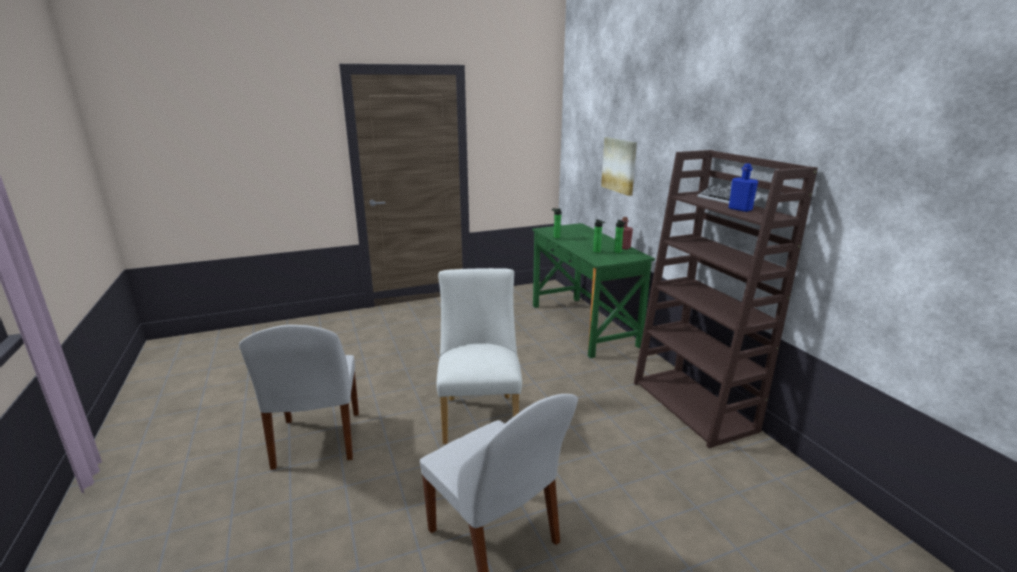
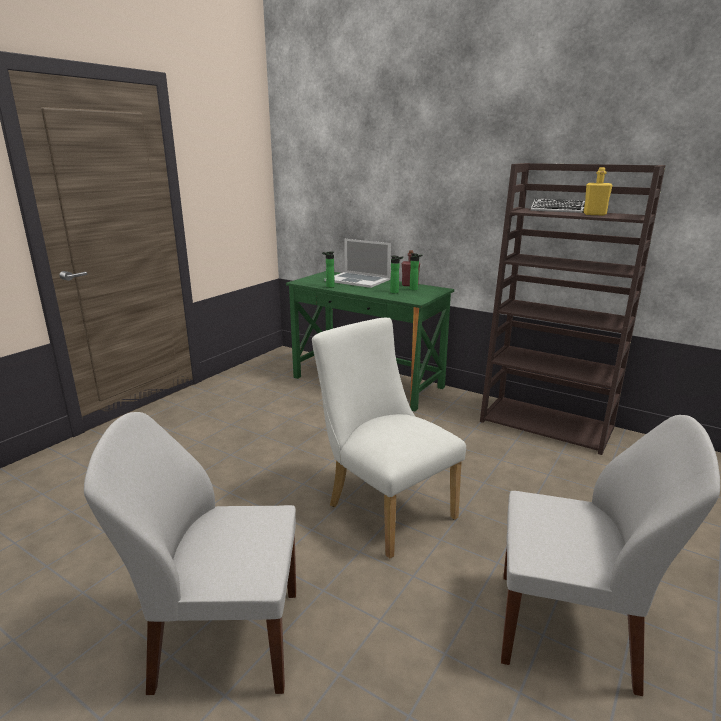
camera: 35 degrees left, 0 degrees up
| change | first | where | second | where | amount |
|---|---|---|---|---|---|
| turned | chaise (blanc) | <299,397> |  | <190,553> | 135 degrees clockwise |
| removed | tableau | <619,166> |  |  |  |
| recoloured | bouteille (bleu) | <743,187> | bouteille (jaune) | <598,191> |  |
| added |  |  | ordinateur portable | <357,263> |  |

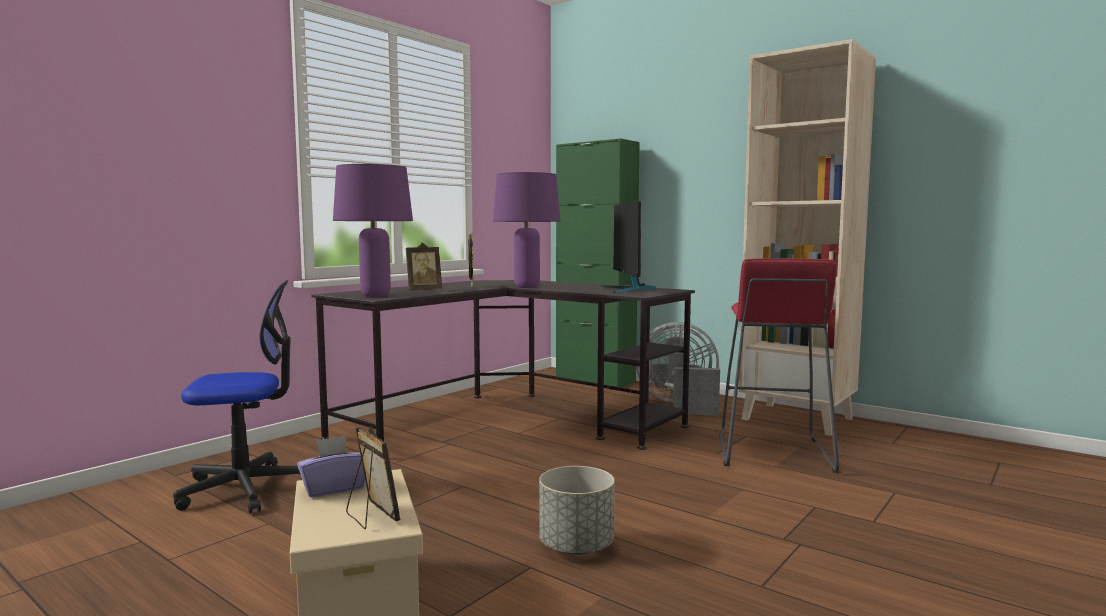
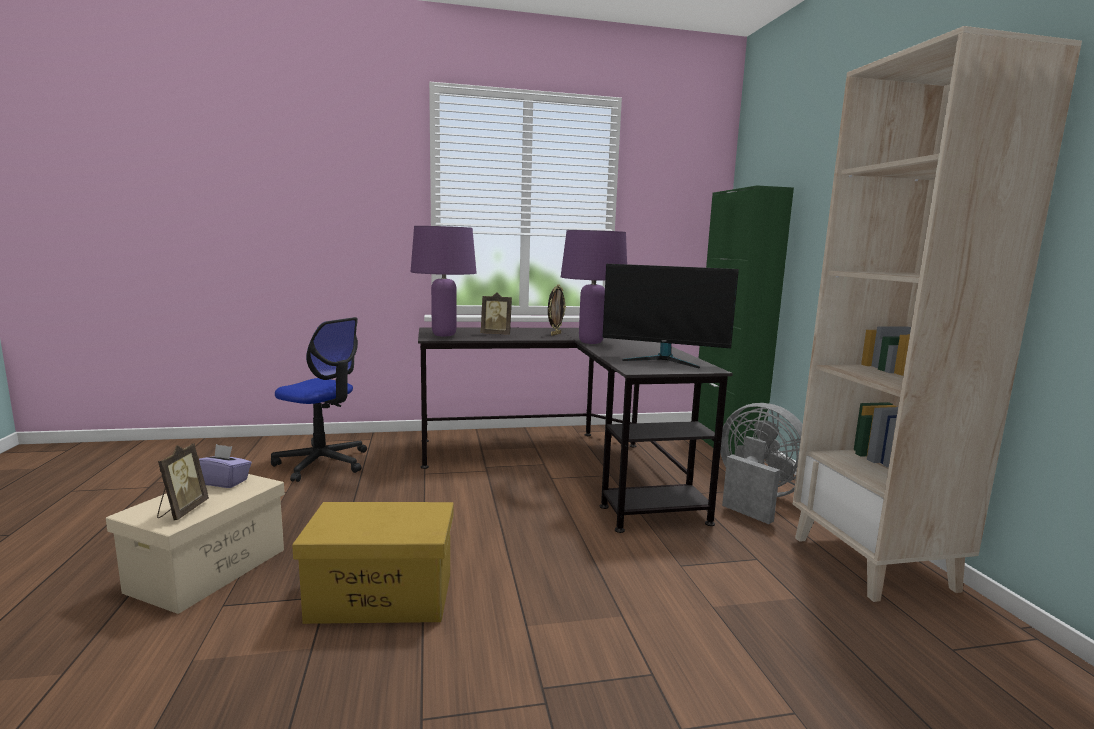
camera: 40 degrees right, 5 degrees up
| change | first | where | second | where | amount |
|---|---|---|---|---|---|
| replaced | cache-pot (gris) | <577,510> | boîte de rangement (jaune) | <373,563> |  |
| turned | écran d'ordinateur | <628,247> |  | <670,316> | 105 degrees counterclockwise |
| removed | tabouret (rouge) | <779,365> |  |  |  |

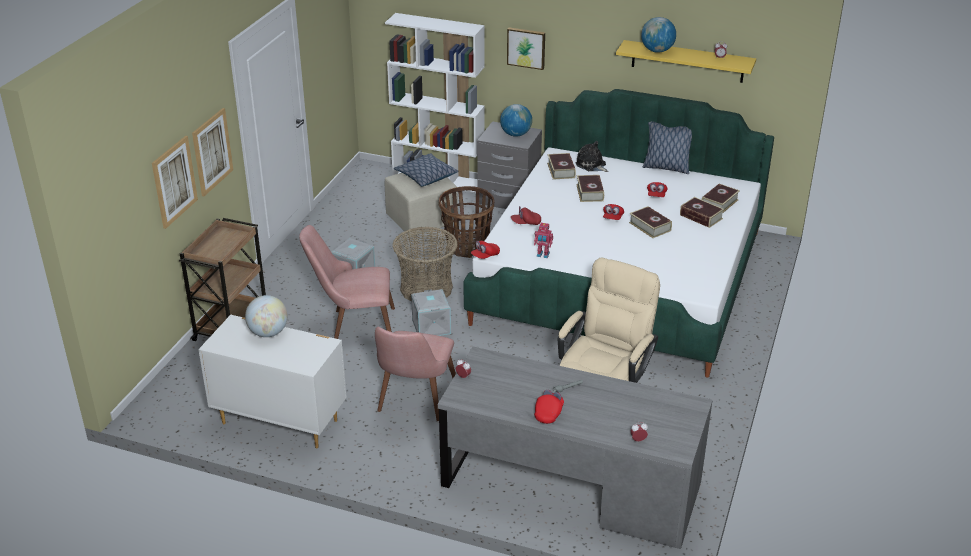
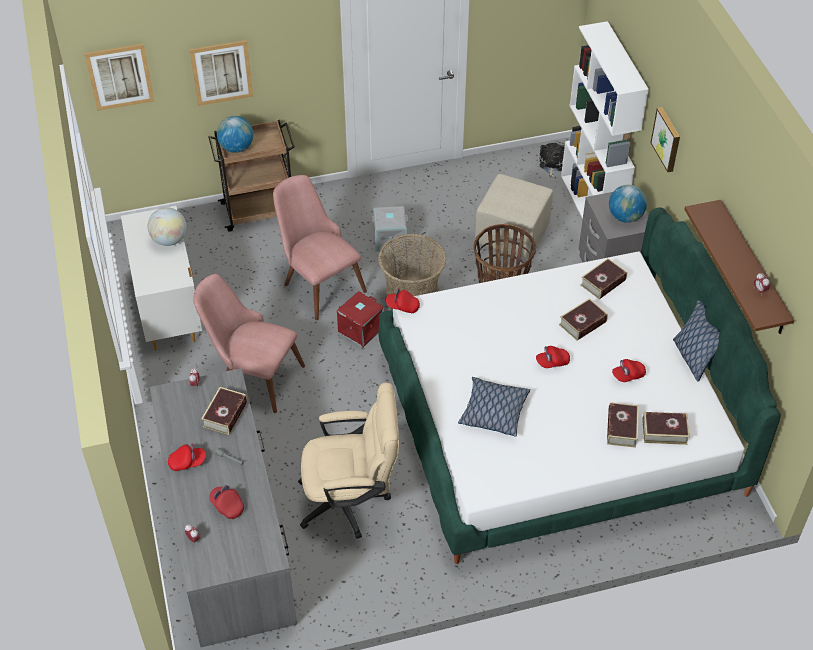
camera: 55 degrees right, 15 degrees up
| change | first | where | second | where | amount |
|---|---|---|---|---|---|
| moved | tableau | <212,152> |  | <119,77> |  |
| turned | chaise (rose) | <415,373> |  | <249,343> | 45 degrees clockwise |
| moved | coussin | <426,170> |  | <494,407> |  |
| recoloured | boîte de rangement (gris) | <431,312> | boîte de rangement (rouge) | <360,319> |  |
| moved | casquette (rouge) | <526,215> |  | <226,502> |  |
| removed | robot jouet | <543,240> |  |  |  |
| moved | peluche | <592,156> |  | <552,160> |  |
| recoloured | étagère (jaune) | <686,61> | étagère (marron) | <739,267> |  |
| moved | livre | <650,222> |  | <224,411> |  |
| moved | globe | <658,35> |  | <235,134> |  |

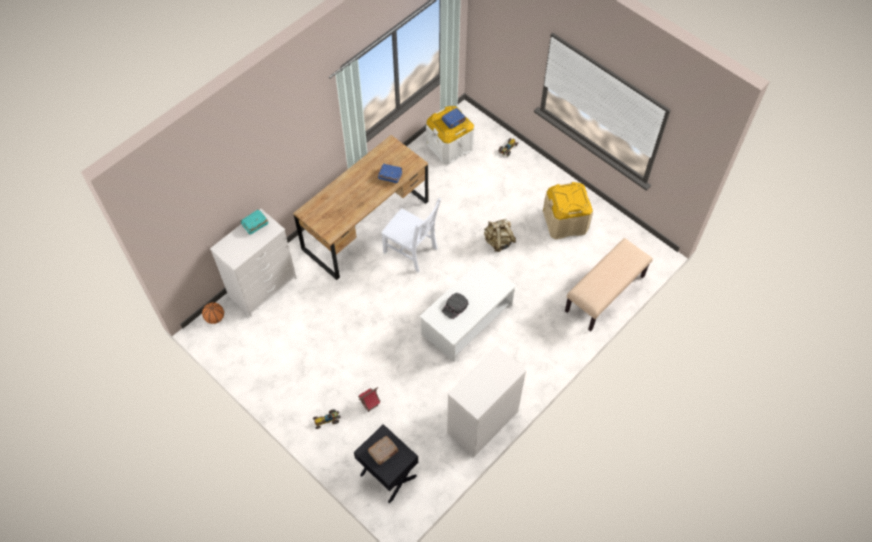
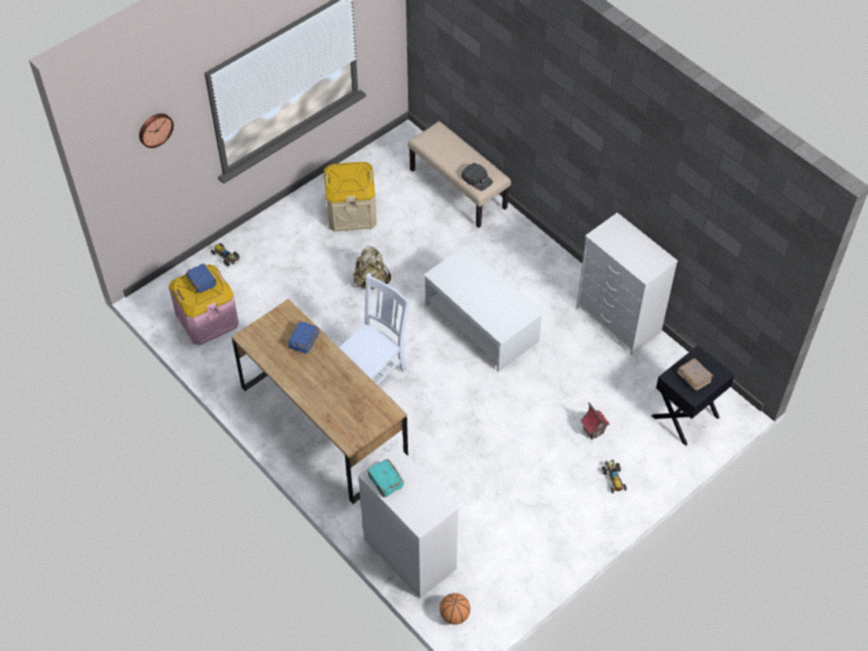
camera: 85 degrees left, 5 degrees down
| change | first | where | second | where | amount |
|---|---|---|---|---|---|
| recoloured | boîte de rangement (blanc) | <450,135> | boîte de rangement (rose) | <204,305> |  |
| moved | casquette (noir) | <455,306> |  | <477,177> |  |
| added |  |  | horloge murale | <156,130> |  |

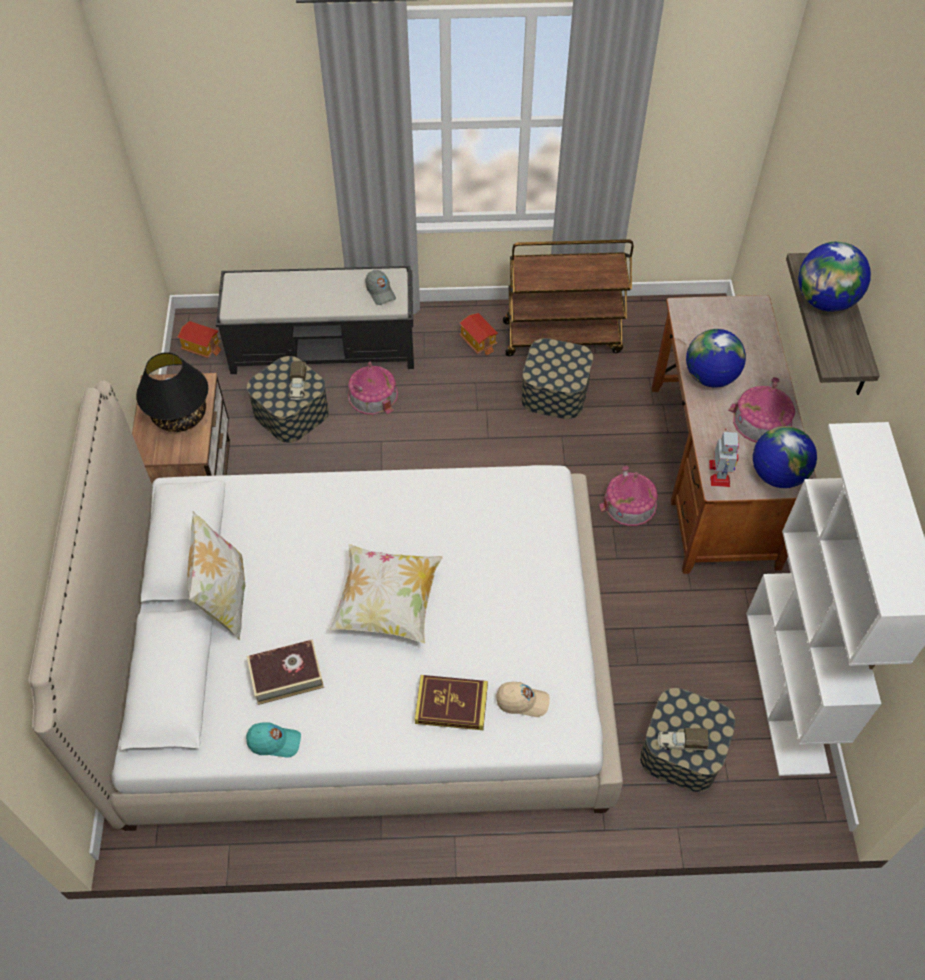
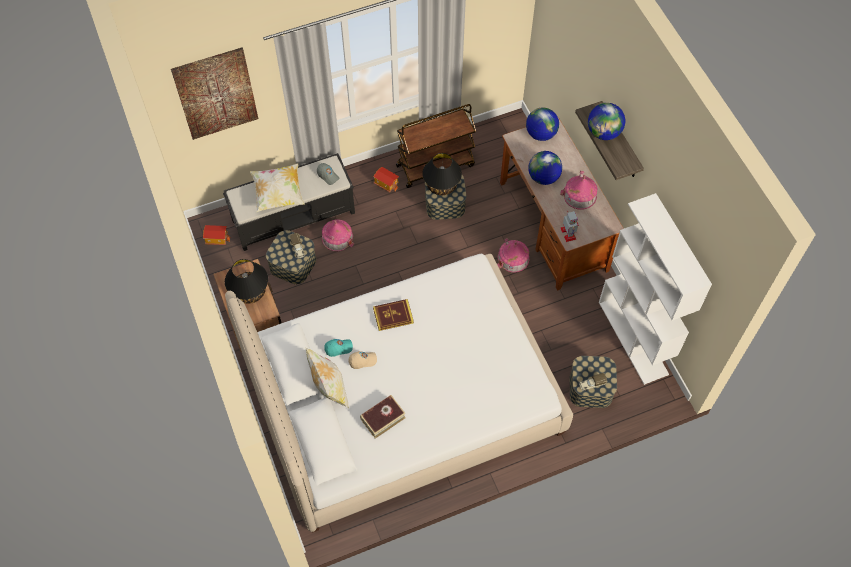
camera: 20 degrees left, 5 degrees up
| change | first | where | second | where | amount |
|---|---|---|---|---|---|
| moved | casquette (turquoise) | <273,740> |  | <339,348> |  |
| moved | coussin | <385,593> |  | <277,188> |  |
| moved | livre | <451,702> |  | <393,315> |  |
| moved | casquette (beige) | <523,699> |  | <363,360> |  |
| moved | globe | <785,457> |  | <542,124> |  |
| added |  |  | tableau | <214,93> |  |
| added |  |  | lampe de table (noir) | <442,174> |  |

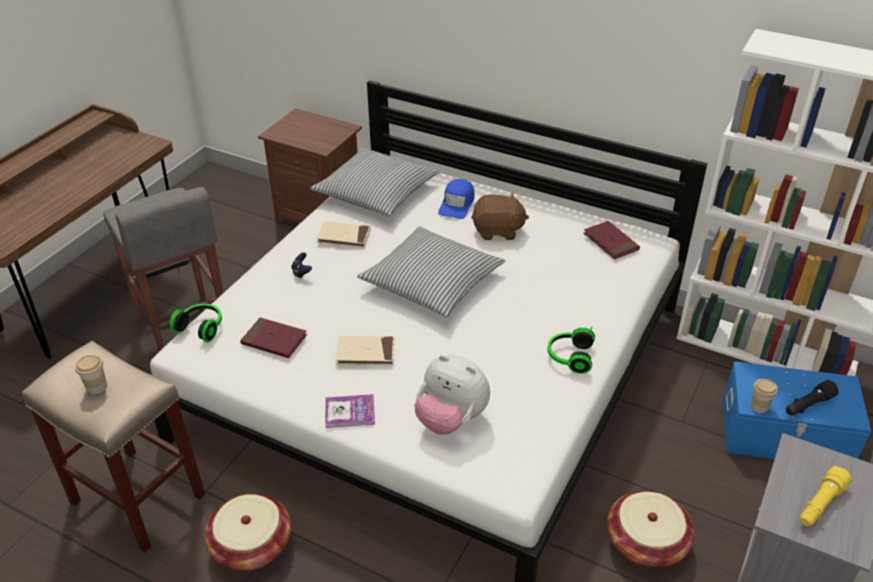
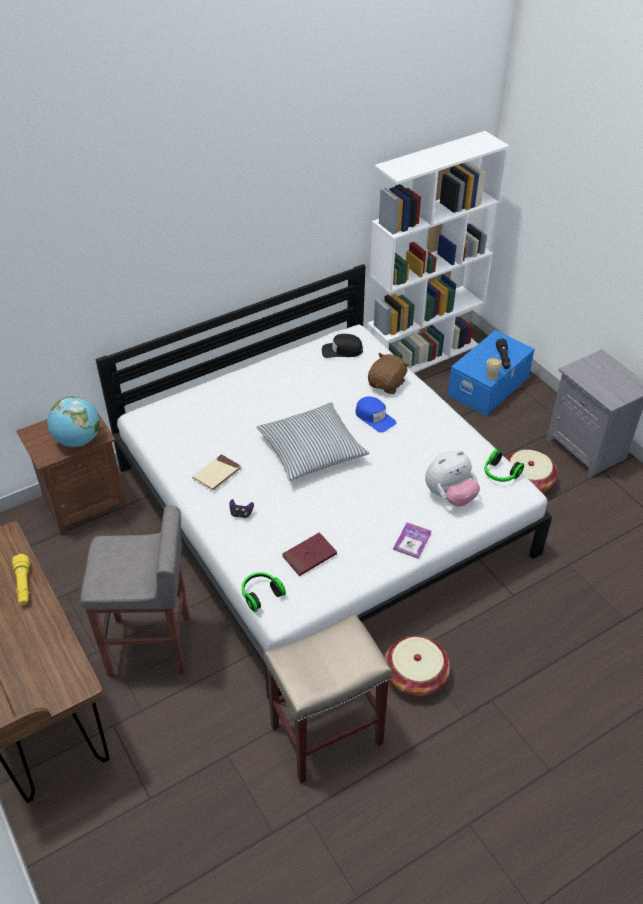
camera: 60 degrees left, 5 degrees up
| change | first | where | second | where | amount |
|---|---|---|---|---|---|
| removed | tasse | <91,374> |  |  |  |
| removed | coussin | <374,182> |  |  |  |
| removed | livre (beige) | <365,350> |  |  |  |
| moved | casquette (bleu) | <456,199> |  | <375,415> |  |
| moved | peluche (marron) | <500,216> |  | <388,373> |  |
| moved | casque audio | <571,350> |  | <504,464> |  |
| replaced | livre (rouge) | <612,240> | casquette (noir) | <342,346> |  |
| moved | lampe de poche (jaune) | <826,496> |  | <21,579> |  |
| added |  |  | globe | <73,421> |  |

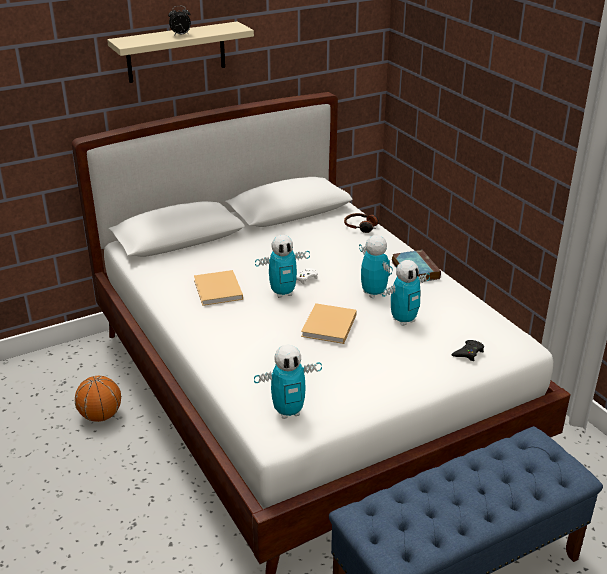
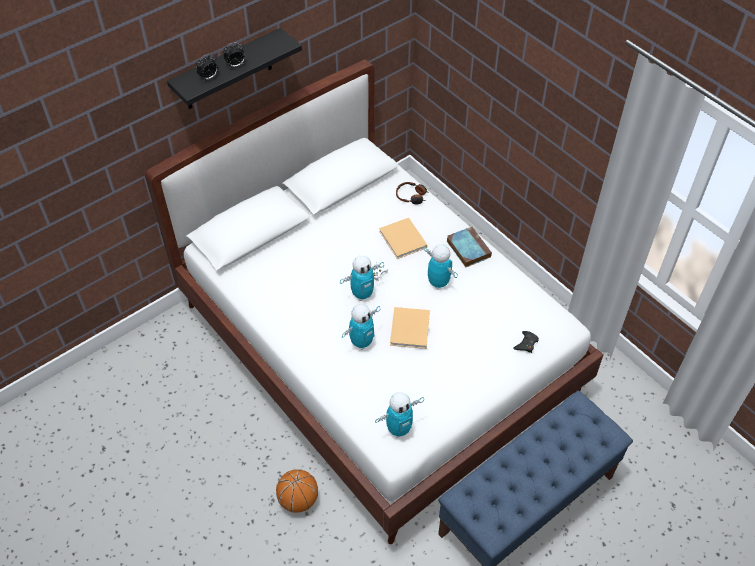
camera: 10 degrees left, 20 degrees up
| change | first | where | second | where | amount |
|---|---|---|---|---|---|
| moved | ballon de basket | <98,399> |  | <297,491> |  |
| recoloured | étagère (beige) | <180,52> | étagère (noir) | <234,68> |  |
| moved | livre (beige) | <218,288> |  | <403,238> |  |
| moved | robot jouet | <406,293> |  | <361,327> |  |
| added |  |  | réveil | <207,67> |  |

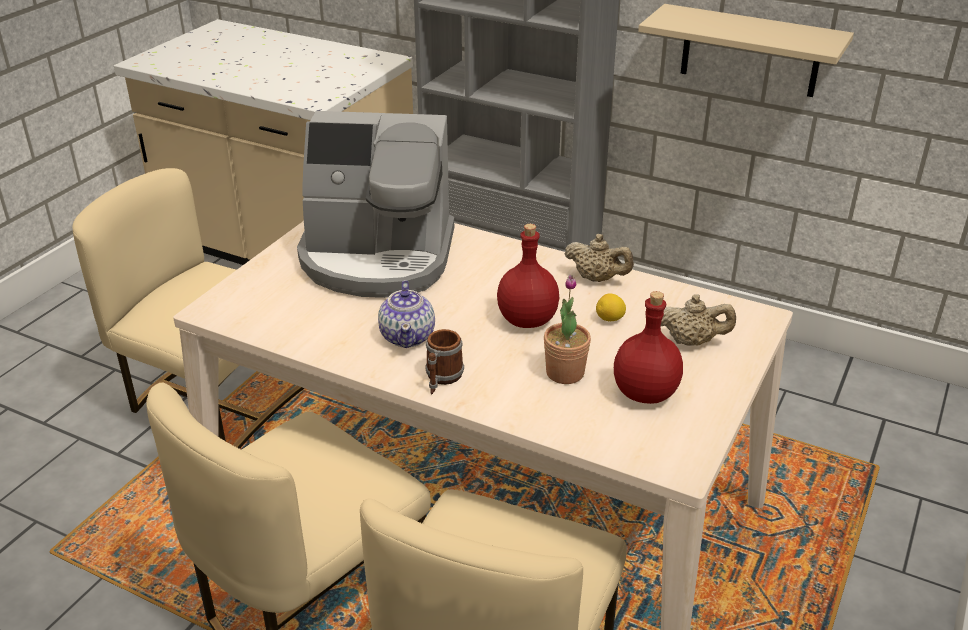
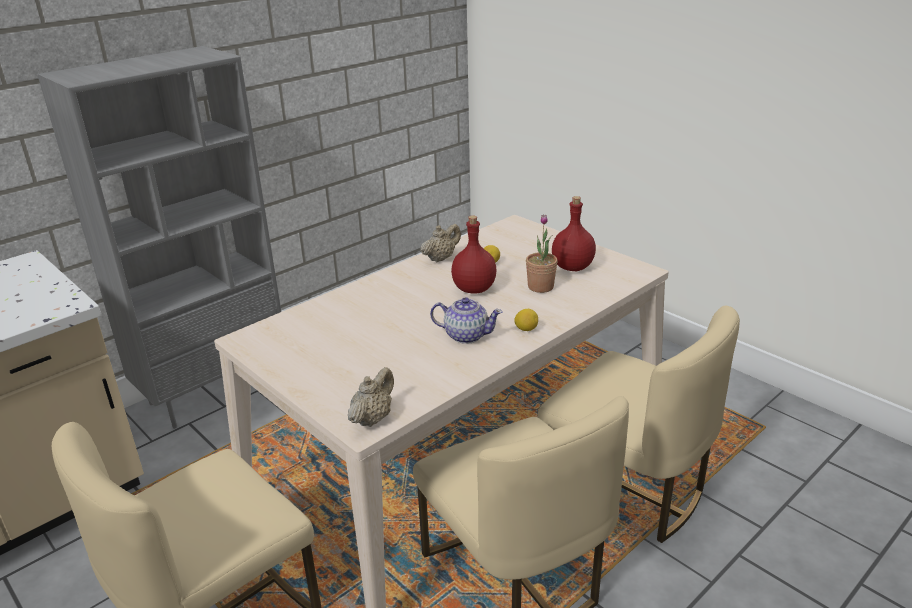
camera: 70 degrees left, 5 degrees down
| change | first | where | second | where | amount |
|---|---|---|---|---|---|
| removed | machine à café | <375,204> |  |  |  |
| replaced | mug | <444,362> | citron | <526,320> |  |
| removed | étagère (beige) | <746,50> |  |  |  |
| moved | théière (beige) | <698,320> |  | <371,397> |  |

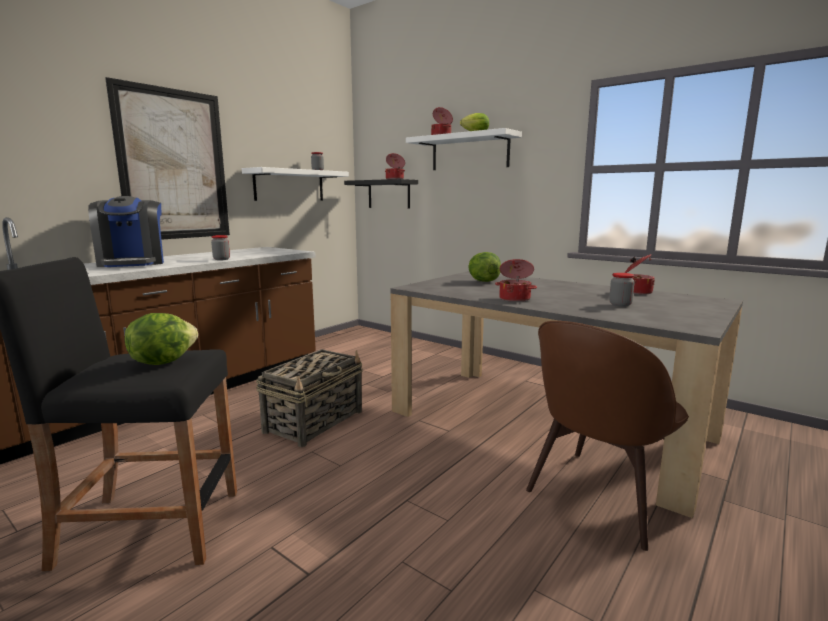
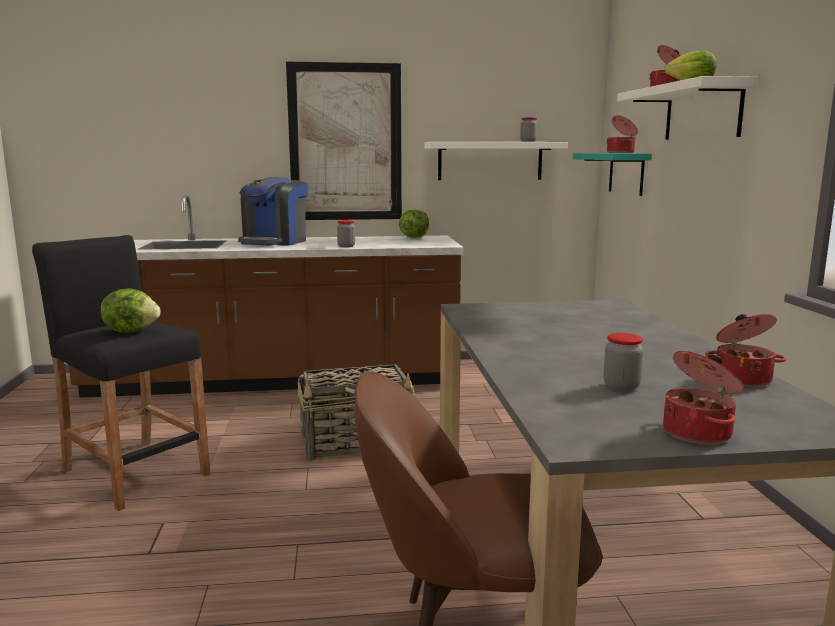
camera: 45 degrees right, 0 degrees up
| change | first | where | second | where | amount |
|---|---|---|---|---|---|
| recoloured | étagère (noir) | <381,194> | étagère (turquoise) | <612,174> |  |
| moved | laitue | <484,267> |  | <414,223> |  |
| moved | marmite | <516,280> |  | <703,397> |  |

